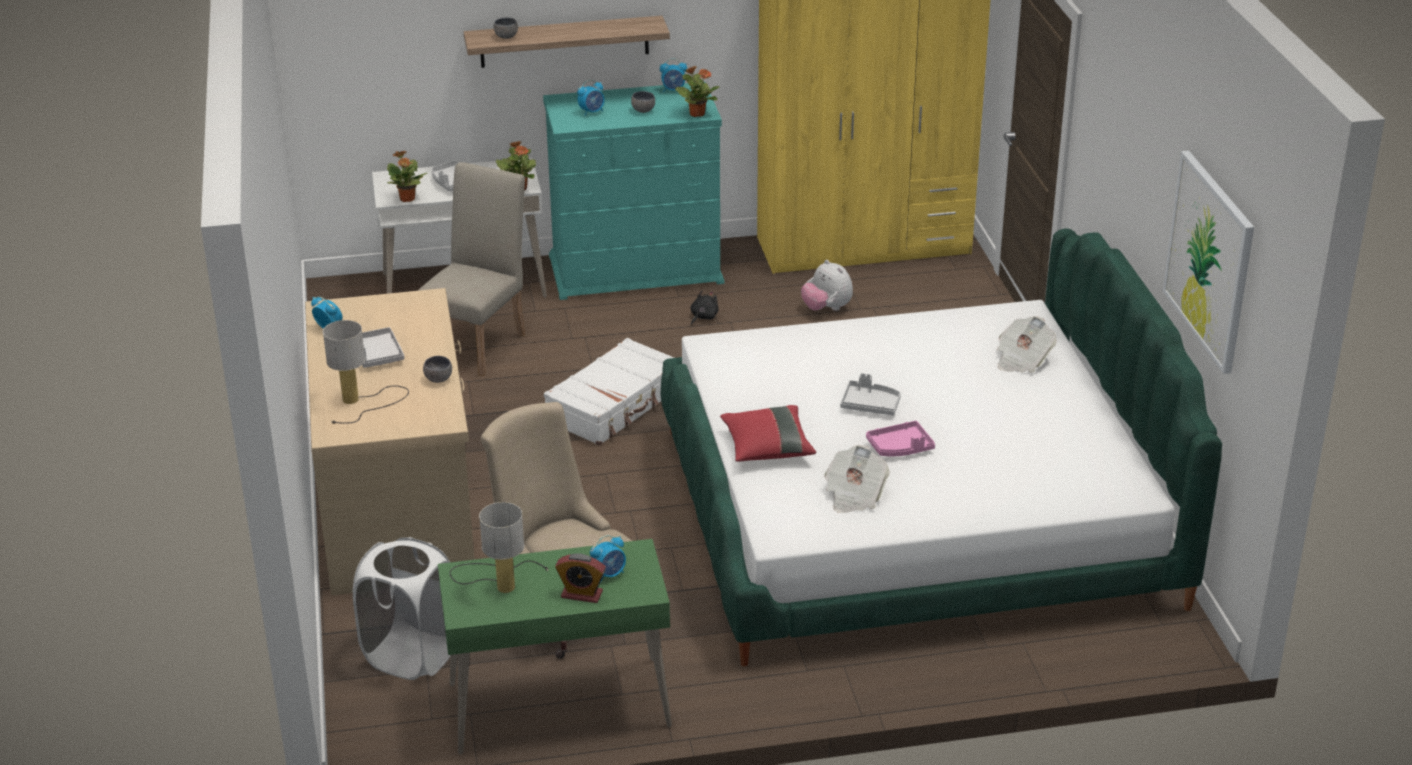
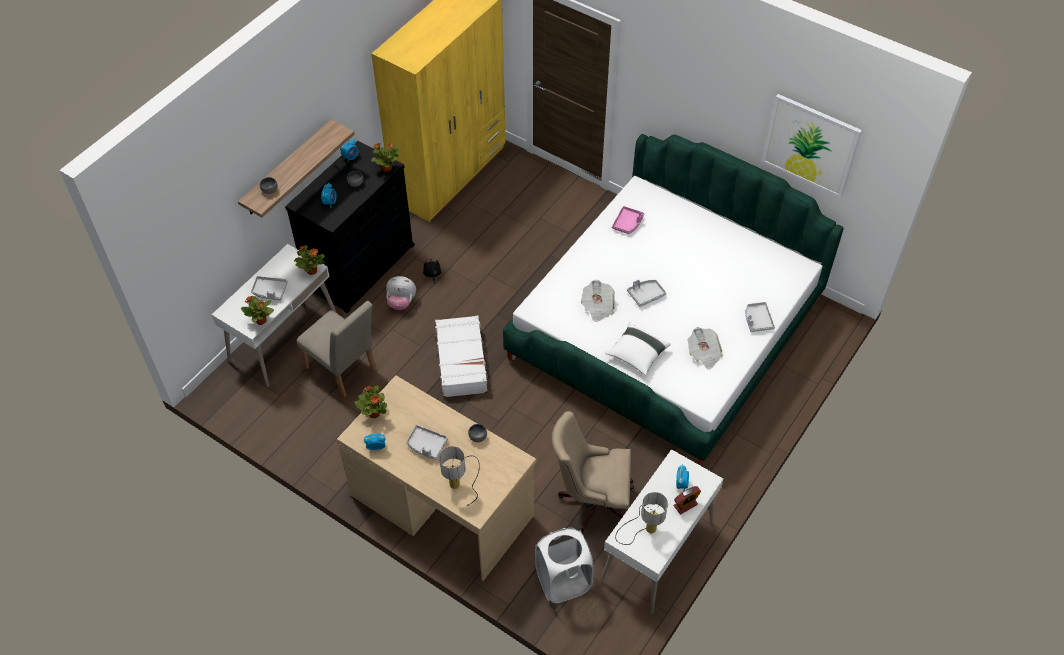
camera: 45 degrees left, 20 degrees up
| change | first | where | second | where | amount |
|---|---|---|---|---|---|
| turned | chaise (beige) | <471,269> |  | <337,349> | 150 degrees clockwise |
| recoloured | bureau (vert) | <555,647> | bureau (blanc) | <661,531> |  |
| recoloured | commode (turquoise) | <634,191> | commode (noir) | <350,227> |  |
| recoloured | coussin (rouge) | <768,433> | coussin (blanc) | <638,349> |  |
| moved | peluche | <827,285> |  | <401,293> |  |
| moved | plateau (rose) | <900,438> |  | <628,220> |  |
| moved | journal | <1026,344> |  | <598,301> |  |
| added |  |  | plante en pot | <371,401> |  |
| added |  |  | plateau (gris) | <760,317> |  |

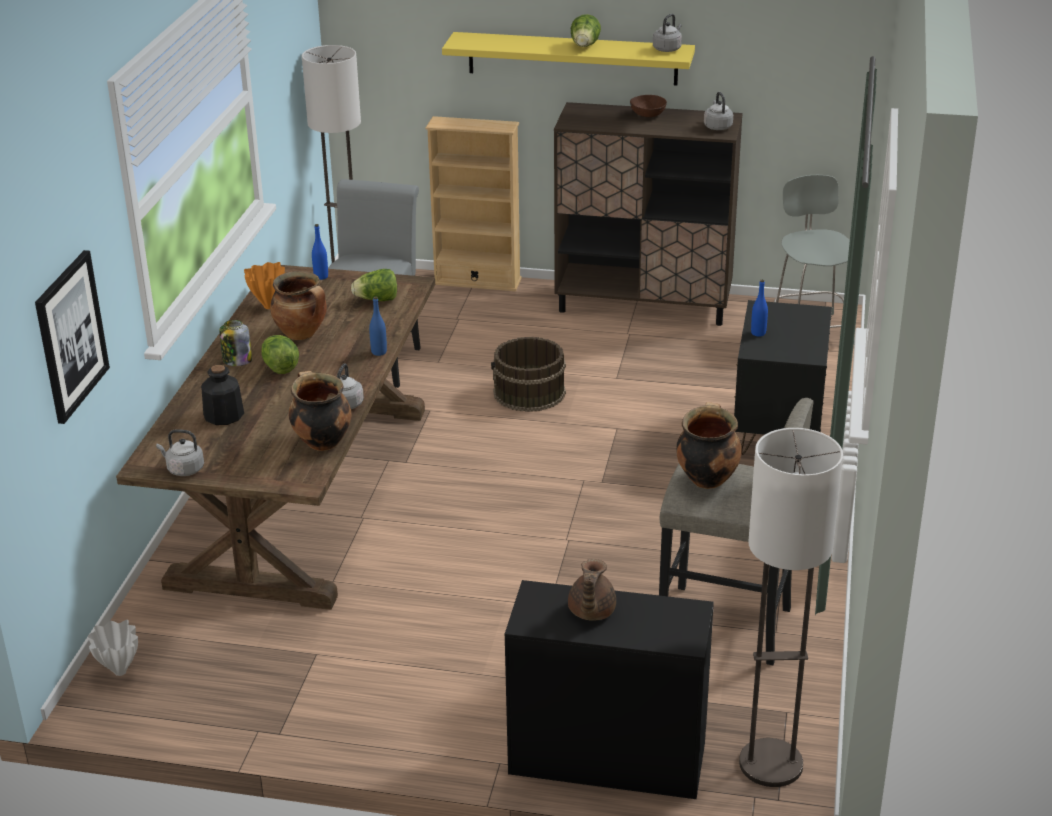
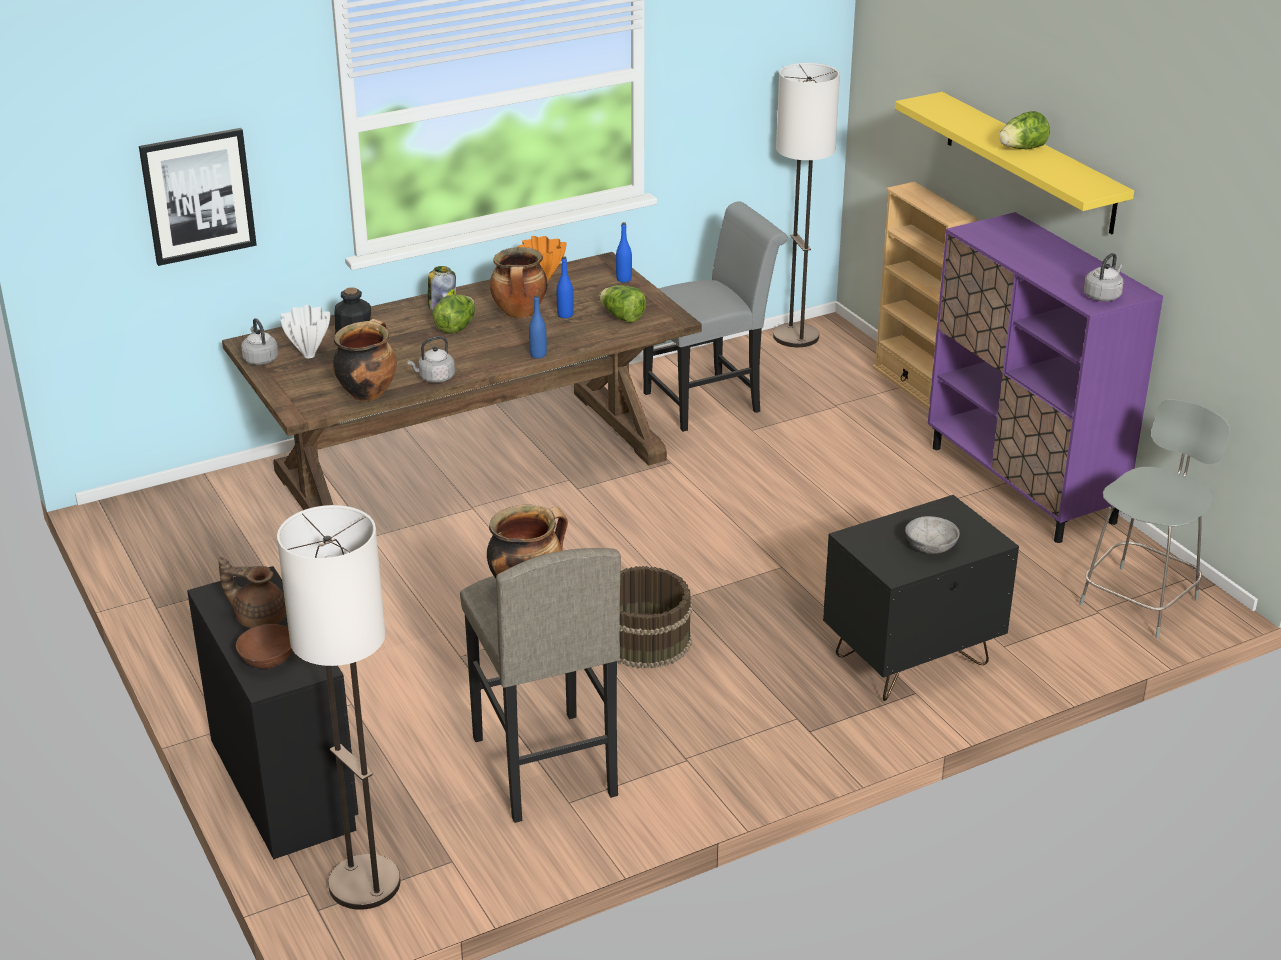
camera: 50 degrees right, 0 degrees up
| change | first | where | second | where | amount |
|---|---|---|---|---|---|
| moved | vase (blanc) | <113,648> |  | <305,331> |  |
| moved | seau (marron) | <528,374> |  | <654,617> |  |
| recoloured | meuble de rangement (marron) | <648,214> | meuble de rangement (violet) | <1045,377> |  |
| turned | théière (marron) | <592,590> |  | <252,592> | 45 degrees clockwise |
| moved | bol (marron) | <648,106> |  | <264,646> |  |
| removed | bouilloire (gris) | <667,33> |  |  |  |
| moved | bouteille (bleu) | <759,308> |  | <565,287> |  |
| added |  |  | bol (gris) | <932,535> |  |

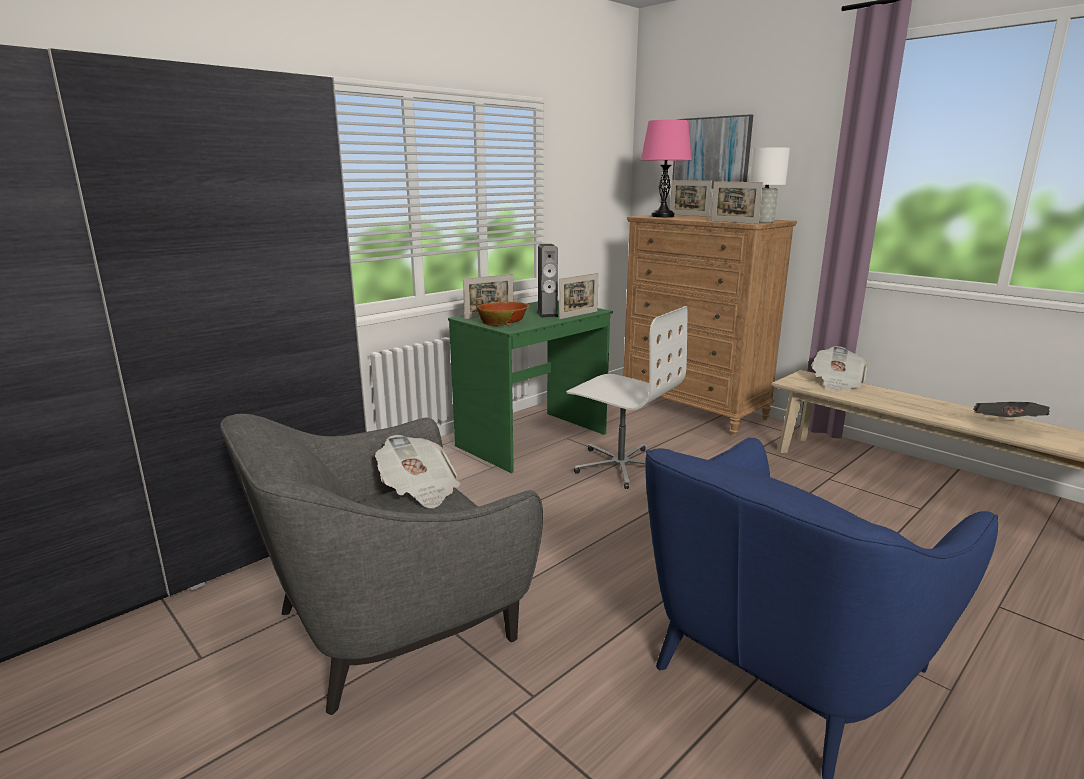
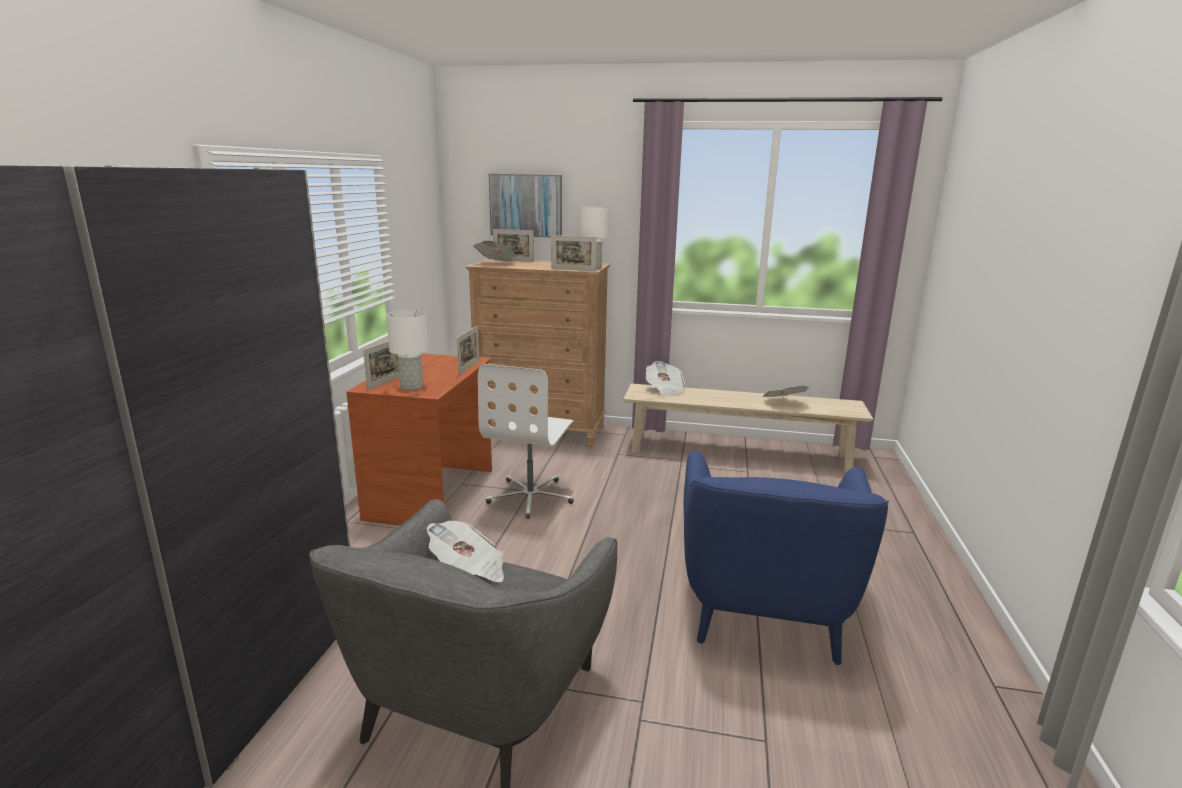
camera: 35 degrees left, 0 degrees up
| change | first | where | second | where | amount |
|---|---|---|---|---|---|
| recoloured | bureau (vert) | <530,387> | bureau (marron) | <419,439> |  |
| replaced | bol | <503,314> | lampe de table (blanc) | <407,350> |  |
| removed | enceinte | <548,281> |  |  |  |
| turned | chaise de bureau (blanc) | <627,397> |  | <526,441> | 105 degrees clockwise |
| replaced | lampe de table (rose) | <666,168> | journal | <494,251> |  |

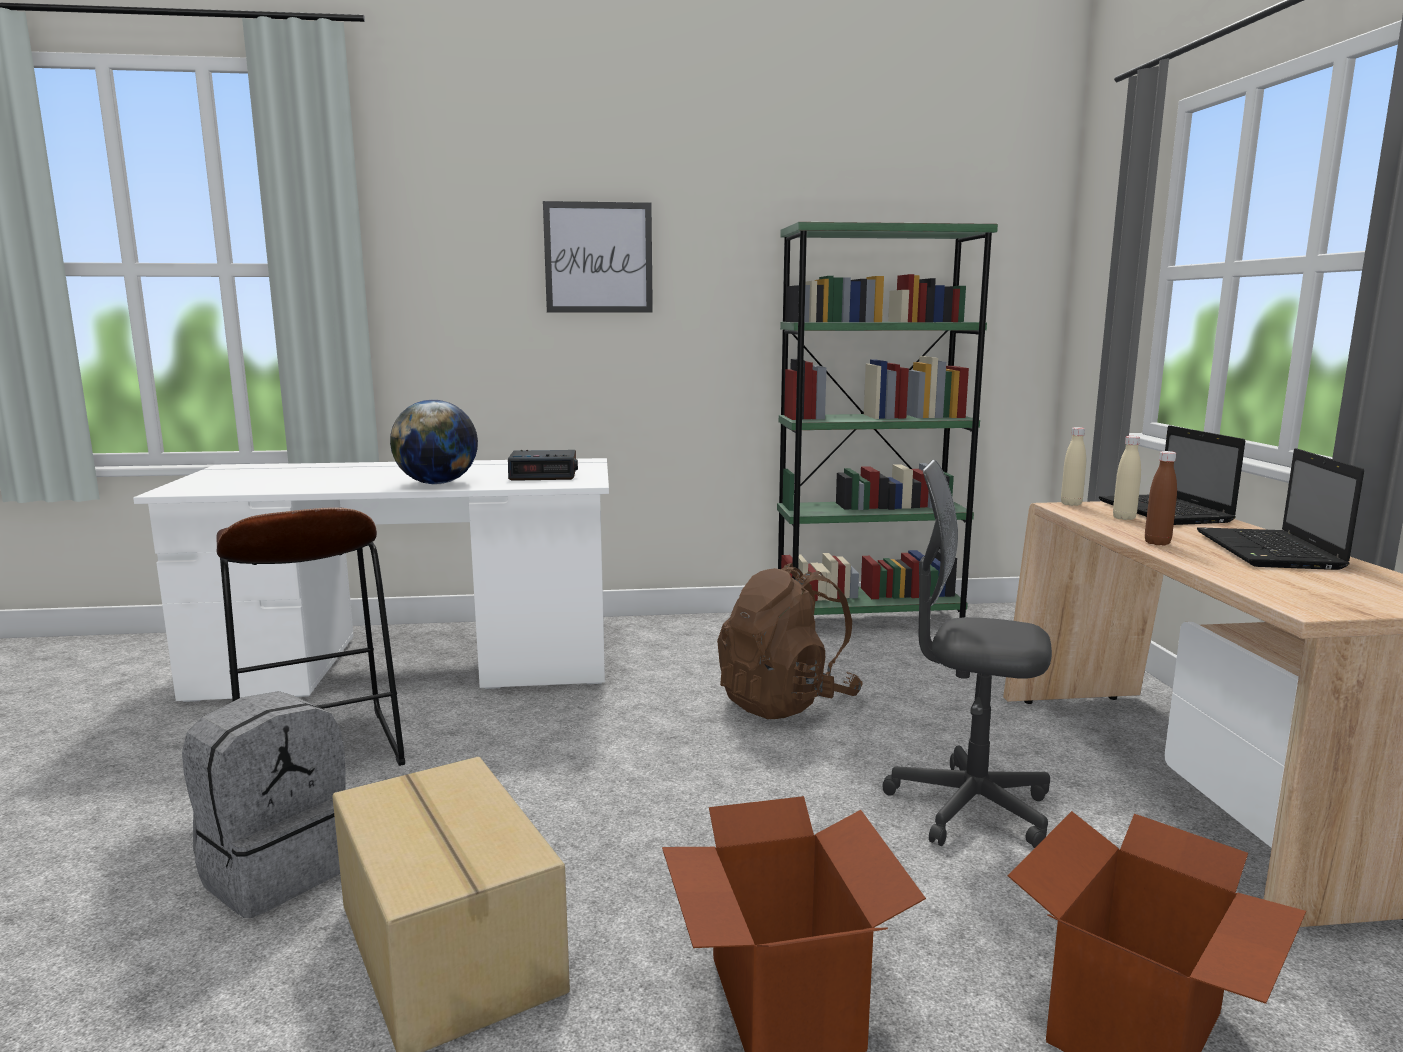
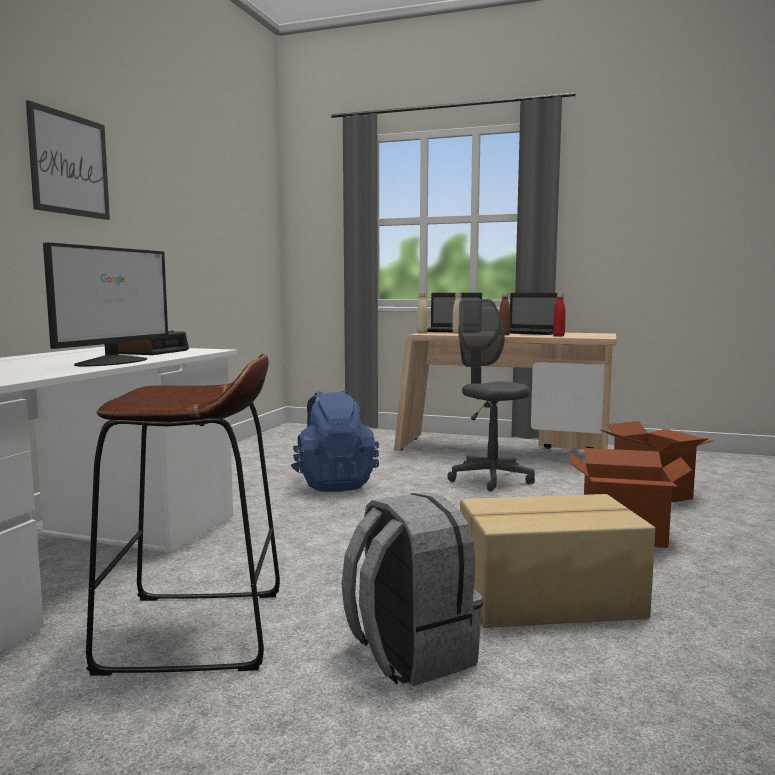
camera: 65 degrees left, 5 degrees down
| change | first | where | second | where | amount |
|---|---|---|---|---|---|
| replaced | globe | <434,442> | écran d'ordinateur | <105,304> |  |
| recoloured | sac à dos (marron) | <790,641> | sac à dos (bleu) | <335,441> |  |
| removed | bibliothèque (vert) | <887,420> |  |  |  |
| turned | chaise de bureau (gris) | <967,654> |  | <491,395> | 105 degrees clockwise |
| added |  |  | bouteille (rouge) | <559,314> |  |

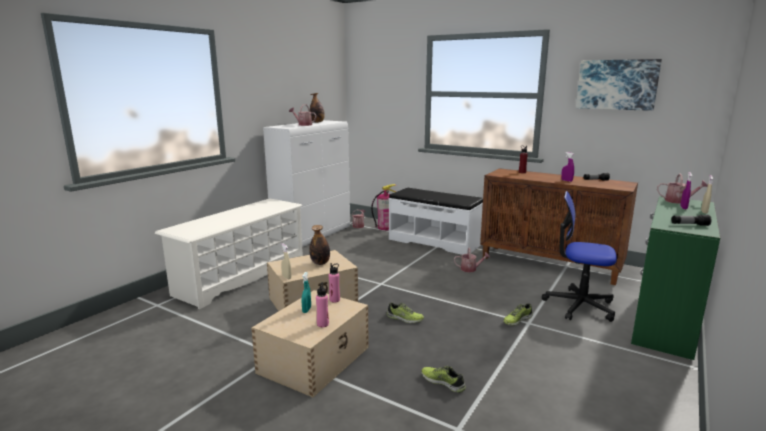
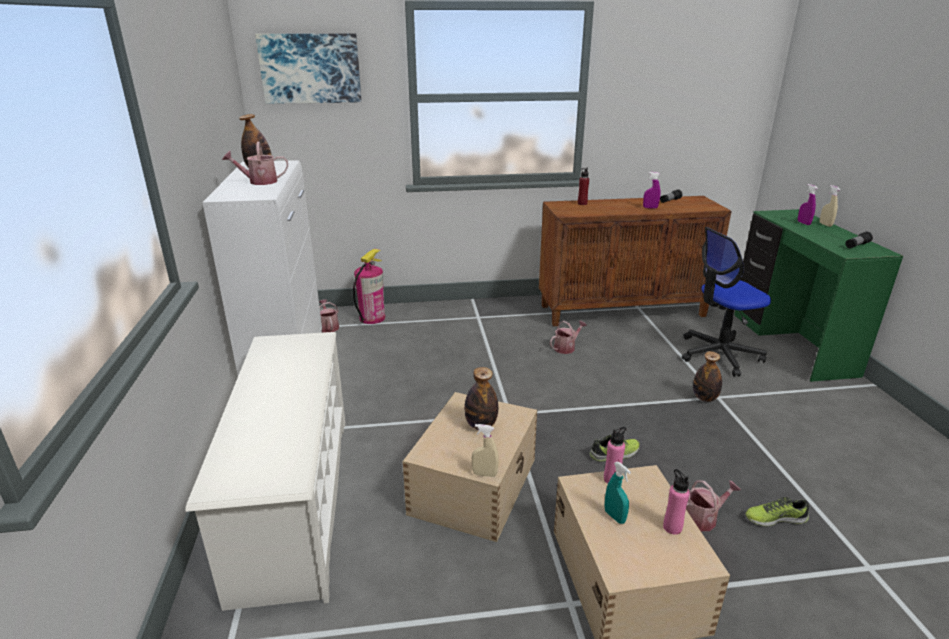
camera: 40 degrees left, 10 degrees up
| change | first | where | second | where | amount |
|---|---|---|---|---|---|
| removed | banc (blanc) | <436,221> |  |  |  |
| replaced | chaussure | <518,314> | bouteille | <707,376> |  |
| moved | tableau | <619,85> |  | <308,68> |  |
| moved | arrosoir | <682,189> |  | <713,505> |  |

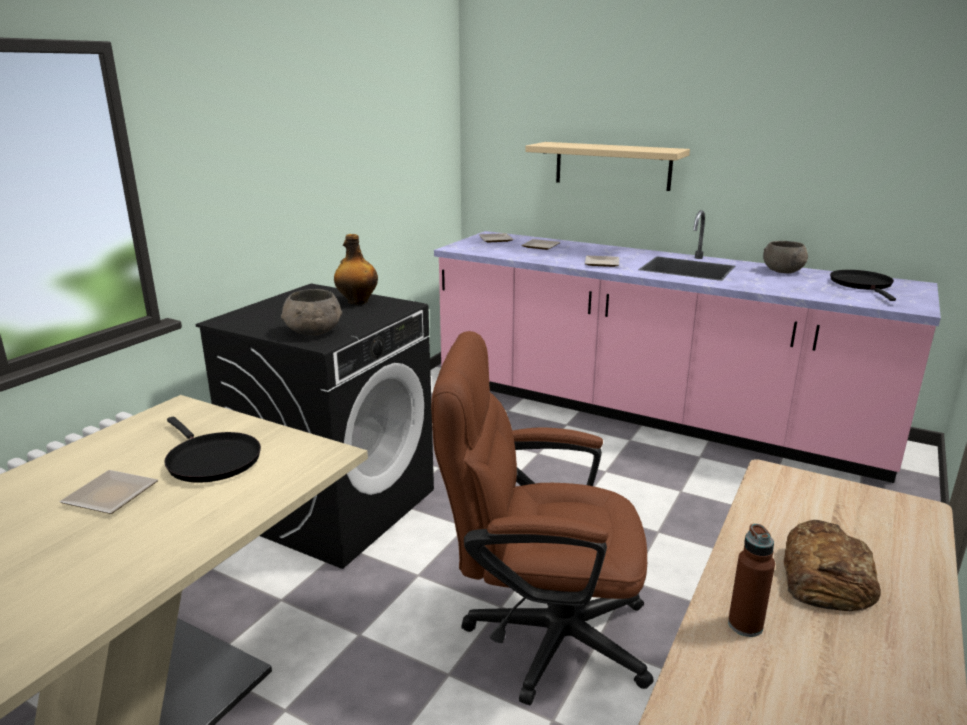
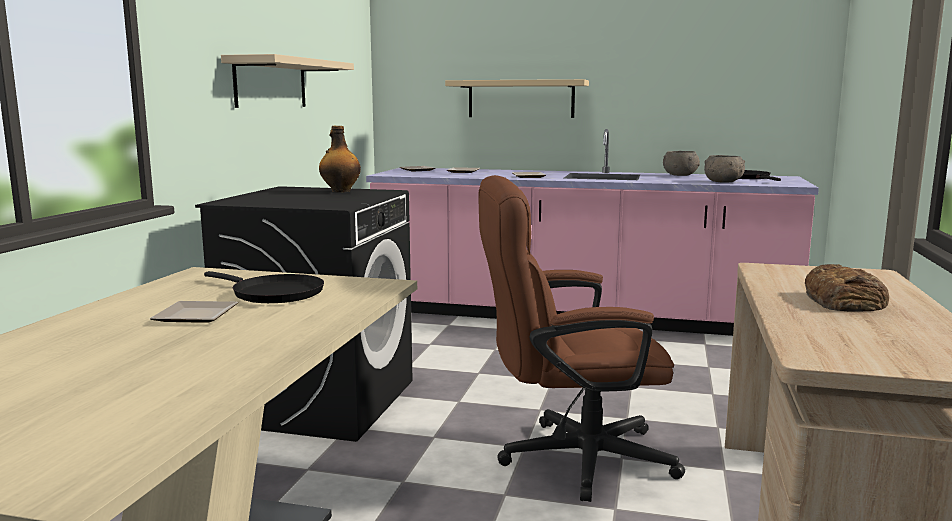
camera: 15 degrees left, 10 degrees down
| change | first | where | second | where | amount |
|---|---|---|---|---|---|
| moved | bol (gris) | <311,312> |  | <724,168> |  |
| removed | bouteille (marron) | <751,580> |  |  |  |
| added |  |  | étagère (beige) | <287,81> |  |

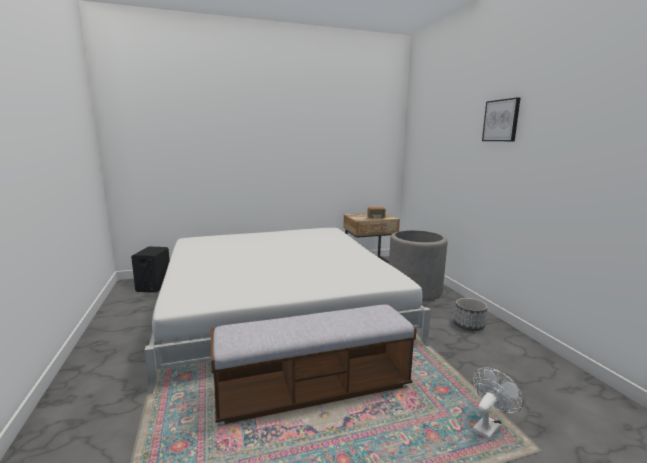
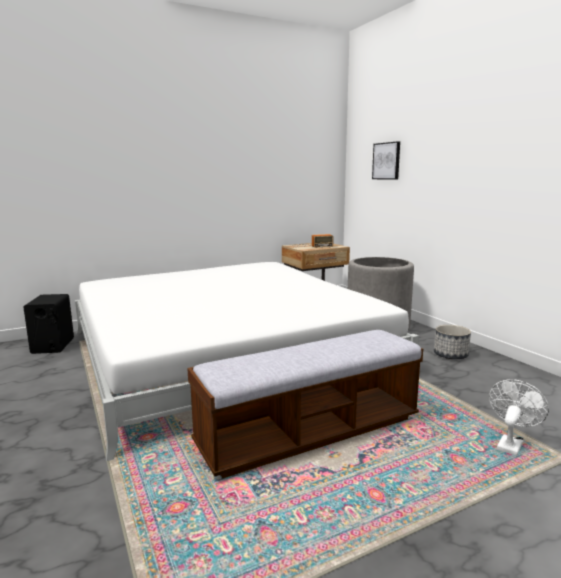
camera: 10 degrees left, 0 degrees up
| change | first | where | second | where | amount |
|---|---|---|---|---|---|
| moved | tableau | <501,119> |  | <386,160> |  |

